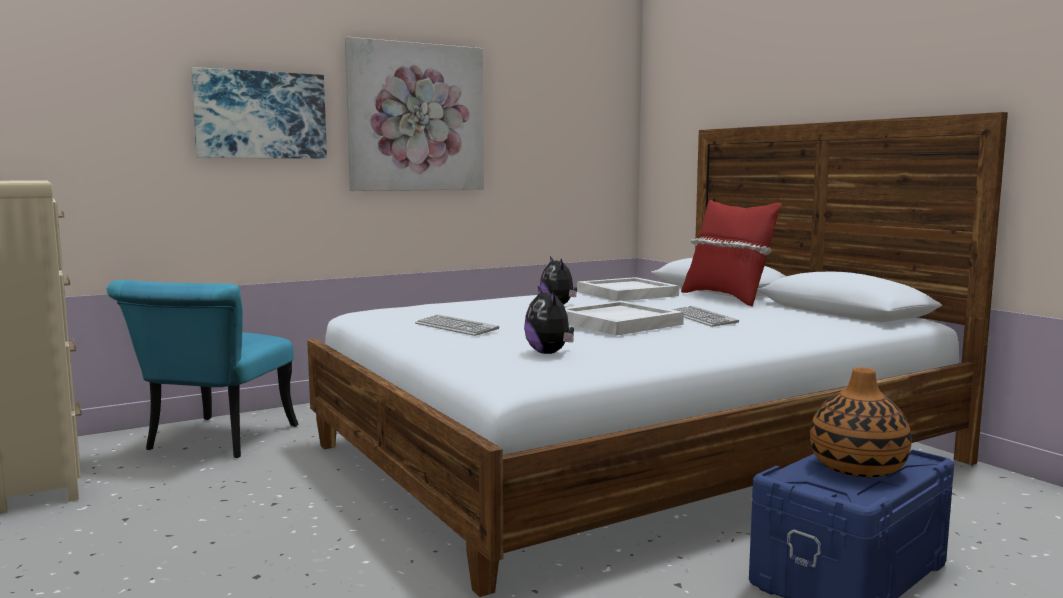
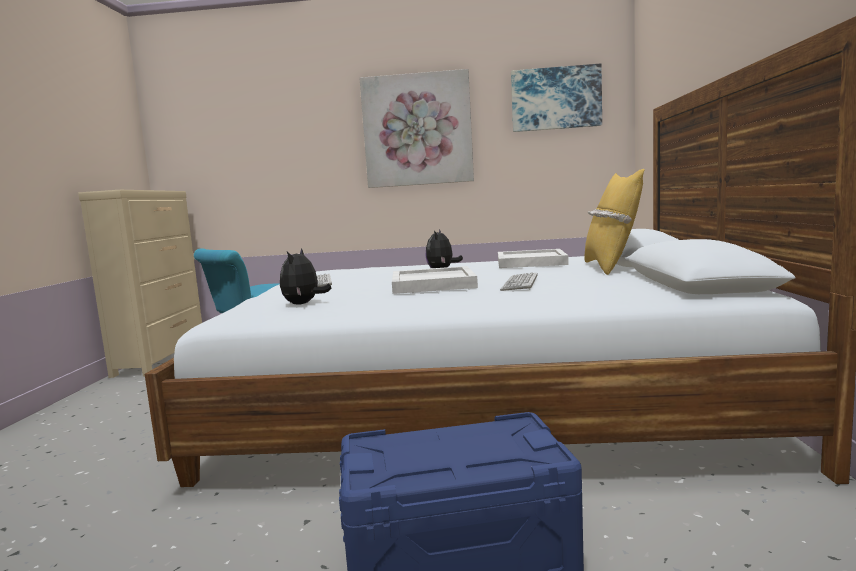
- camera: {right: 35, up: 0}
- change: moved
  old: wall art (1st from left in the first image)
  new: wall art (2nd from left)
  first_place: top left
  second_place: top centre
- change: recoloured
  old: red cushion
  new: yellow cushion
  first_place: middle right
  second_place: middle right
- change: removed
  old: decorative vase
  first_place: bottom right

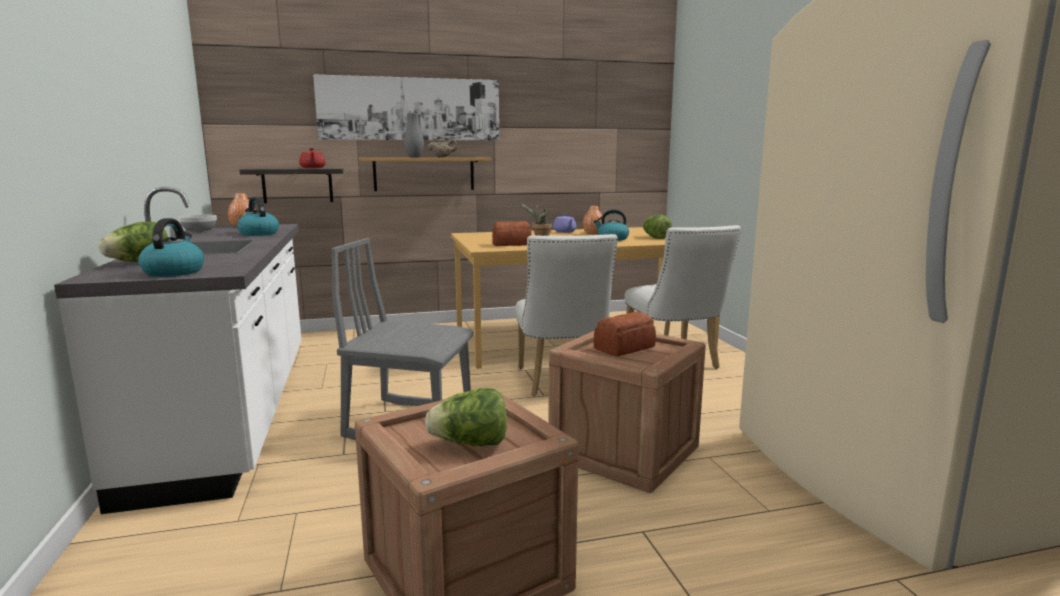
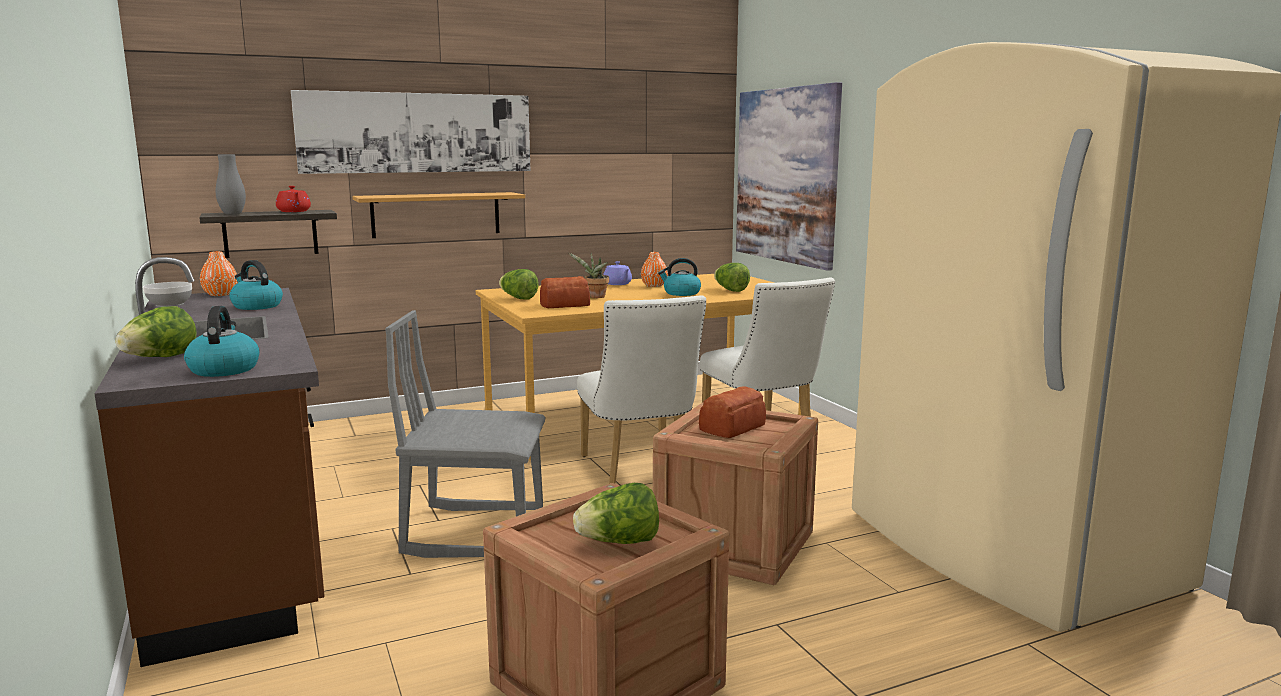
- camera: {right: -10, up: 0}
- change: recoloured
  old: whitish kitchen counter
  new: brown kitchen counter
  first_place: middle left
  second_place: middle left
- change: moved
  old: gray decorative vase
  first_place: top centre
  second_place: top left
- change: added
  new: lettuce head (2nd from left)
  second_place: centre
- change: added
  new: wall art (2nd from left)
  second_place: top centre
- change: removed
  old: beige-coloured teapot
  first_place: top centre

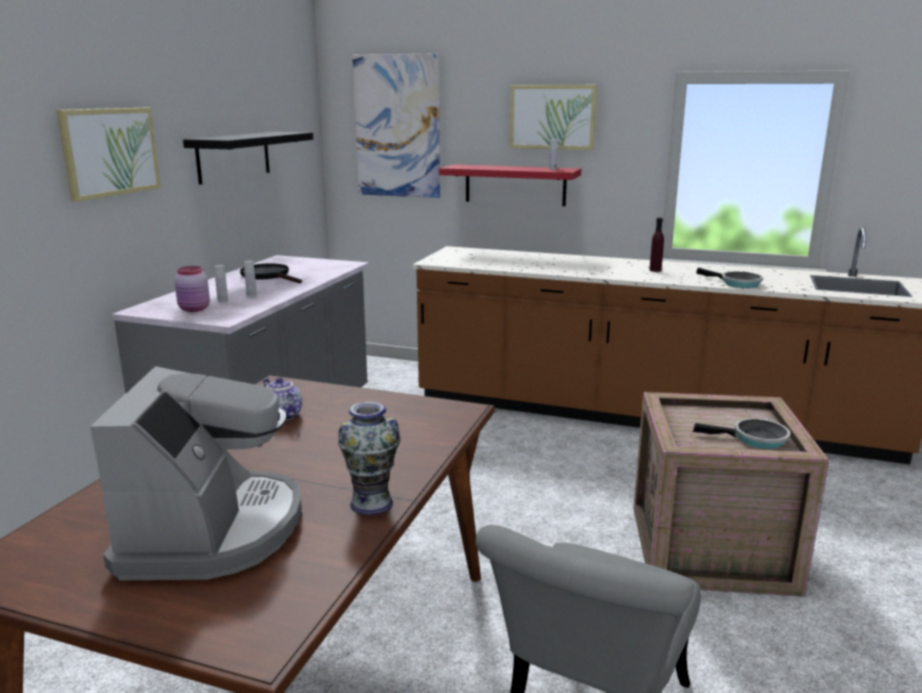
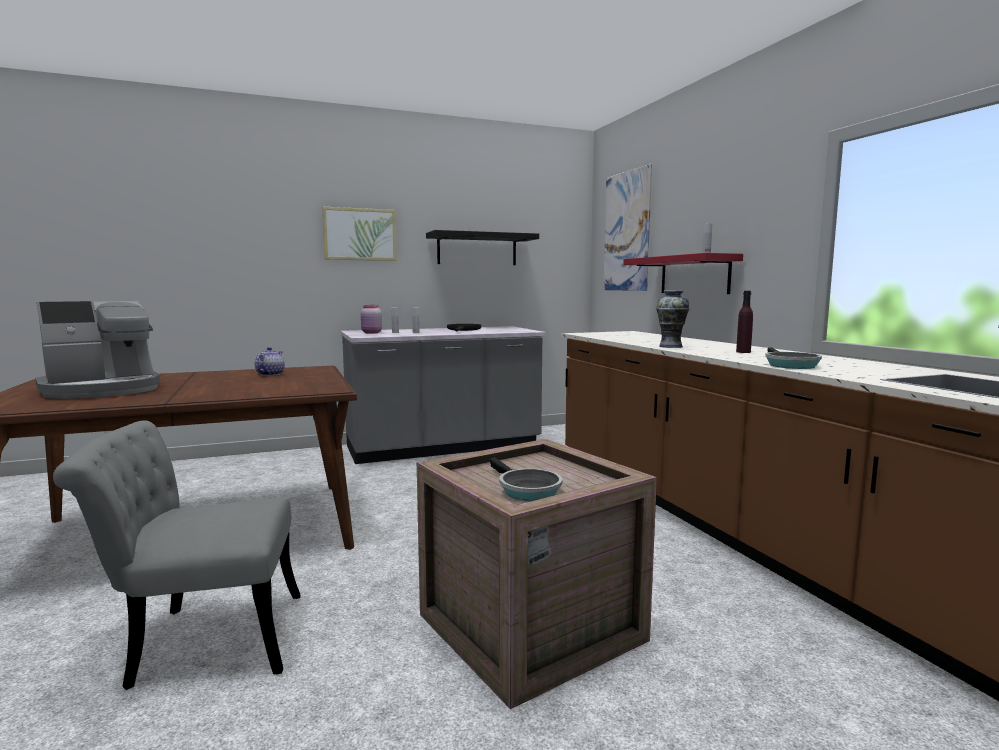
- camera: {right: 50, up: -10}
- change: moved
  old: decorative vase
  first_place: centre
  second_place: middle right
- change: removed
  old: wall art (3rd from left)
  first_place: top centre

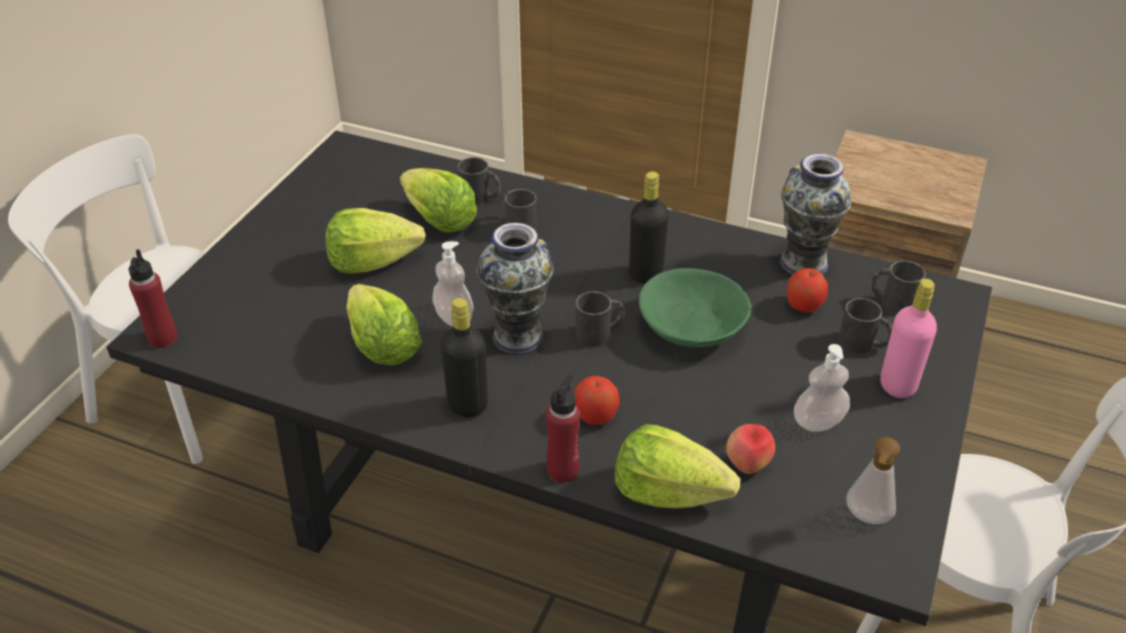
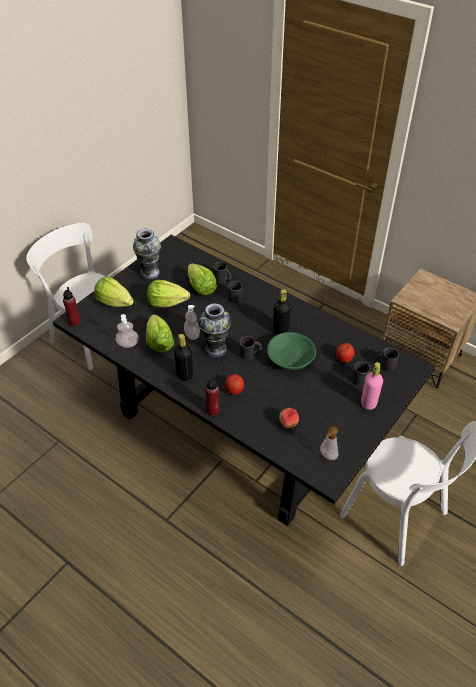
- camera: {right: 15, up: 5}
- change: moved
  old: lettuce head (4th from left in the first image)
  new: lettuce head (1st from left)
  first_place: bottom centre
  second_place: middle left
- change: moved
  old: liquid soap bottle (2nd from left in the first image)
  new: liquid soap bottle (1st from left)
  first_place: middle right
  second_place: middle left
- change: moved
  old: decorative vase (2nd from left in the first image)
  new: decorative vase (1st from left)
  first_place: middle right
  second_place: middle left

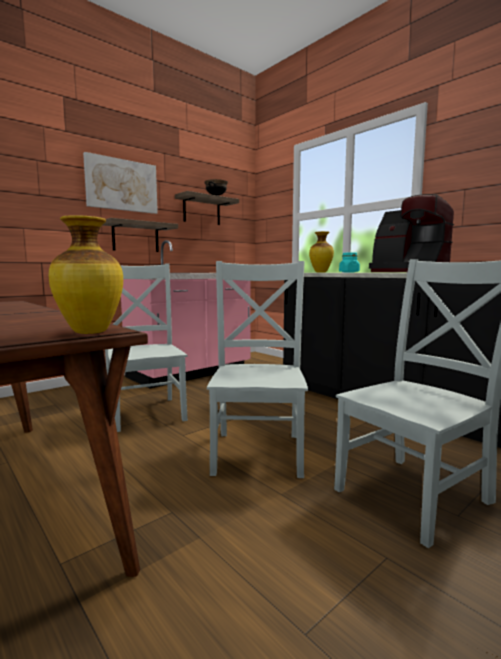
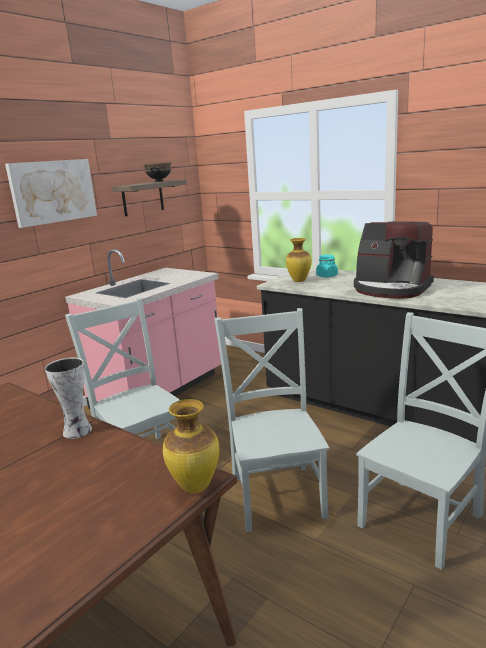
- camera: {right: -10, up: 10}
- change: added
  new: decorative vase (1st from left)
  second_place: middle left
- change: removed
  old: bracket shelf (1st from left)
  first_place: middle left

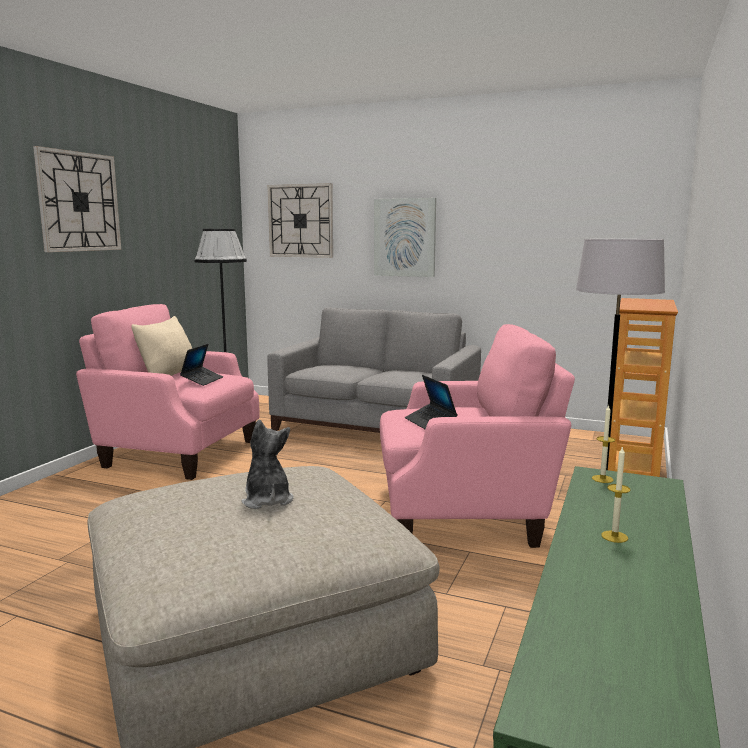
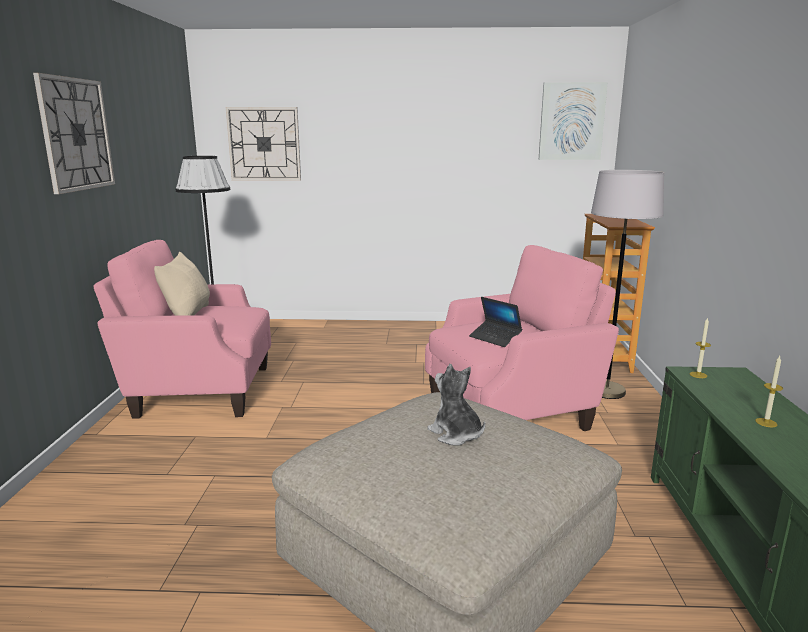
- camera: {right: -20, up: 5}
- change: moved
  old: wall art
  first_place: top centre
  second_place: top right
- change: removed
  old: laptop (1st from left)
  first_place: middle left
- change: removed
  old: gray couch
  first_place: centre

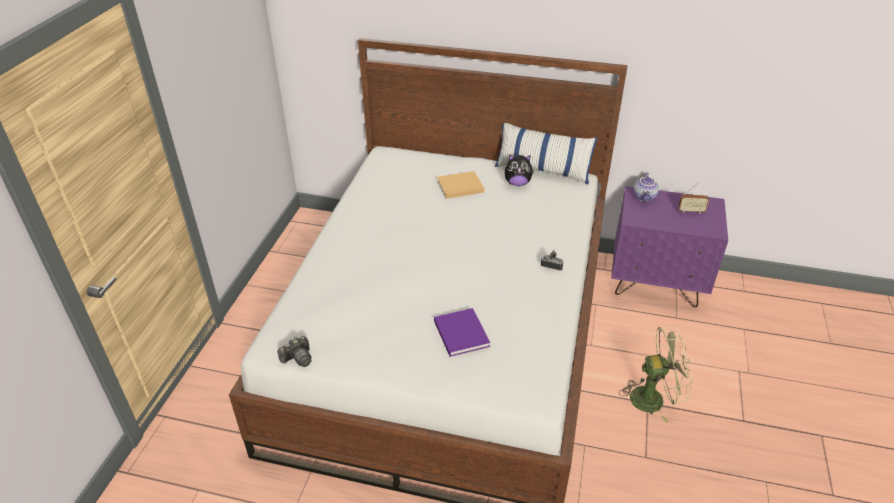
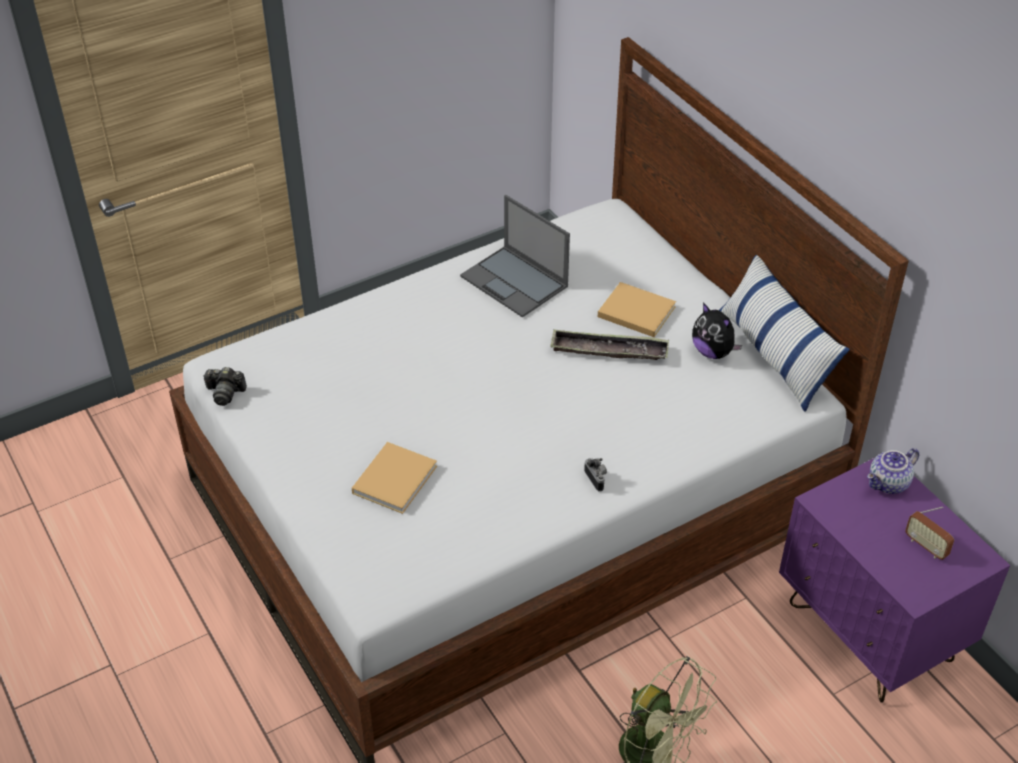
- camera: {right: 45, up: 5}
- change: recoloured
  old: purplish volume
  new: beige-coloured volume (1st from left)
  first_place: centre
  second_place: centre
- change: added
  new: laptop
  second_place: centre
- change: added
  new: tray
  second_place: centre

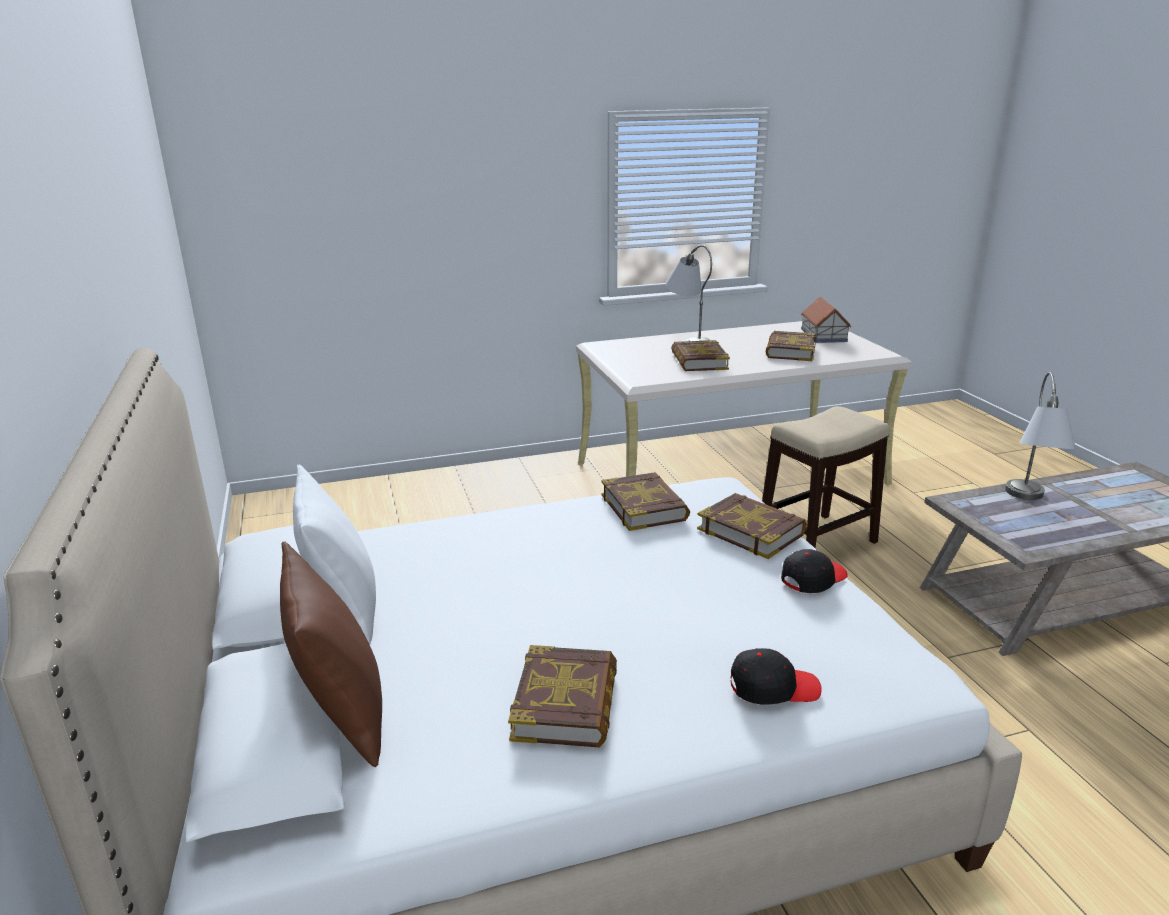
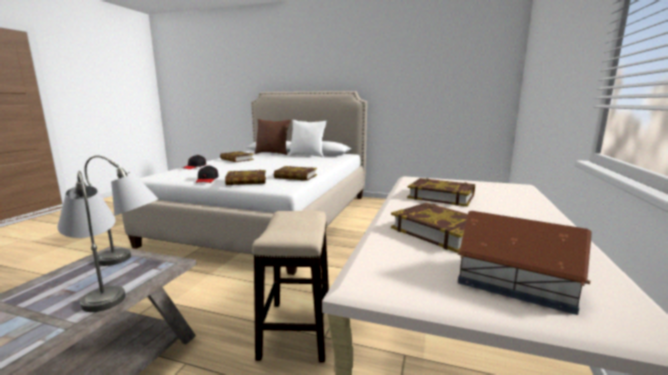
- camera: {right: 125, up: -10}
- change: moved
  old: gray tabletop lamp (1st from left in the first image)
  new: gray tabletop lamp (2nd from left)
  first_place: top centre
  second_place: middle left

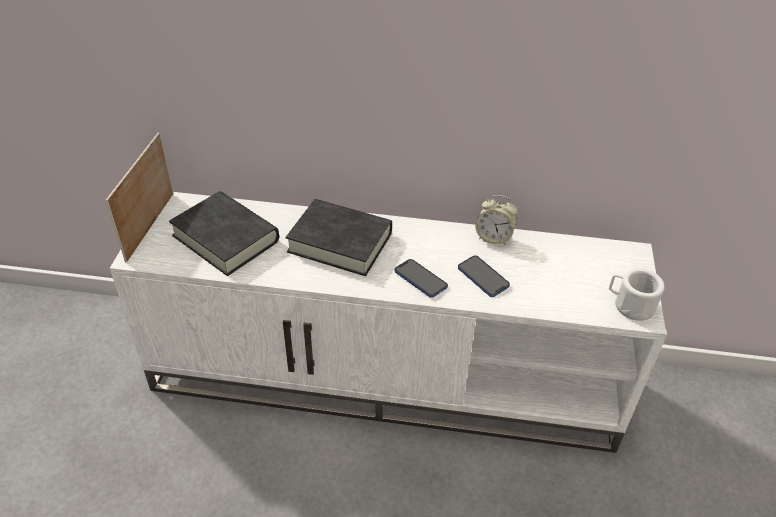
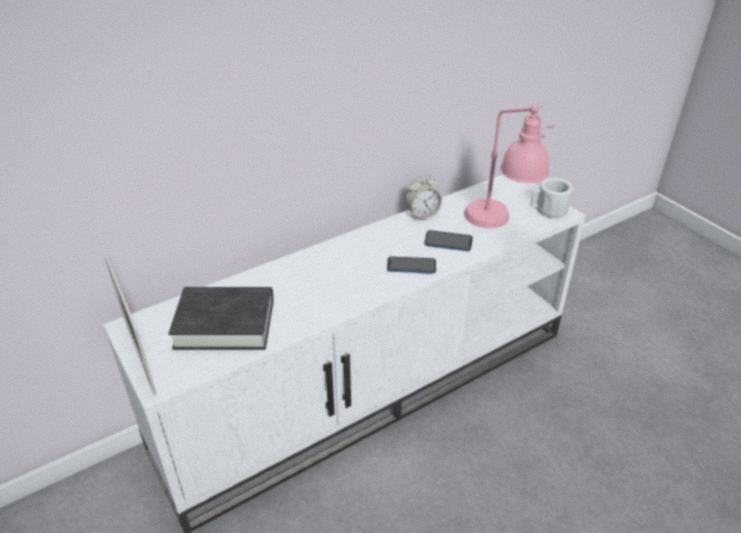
- camera: {right: -40, up: -5}
- change: added
  new: pinkish tabletop lamp
  second_place: top right
- change: removed
  old: blackish volume (2nd from left)
  first_place: centre

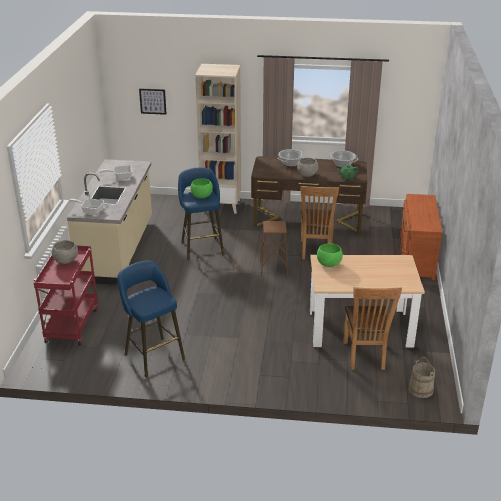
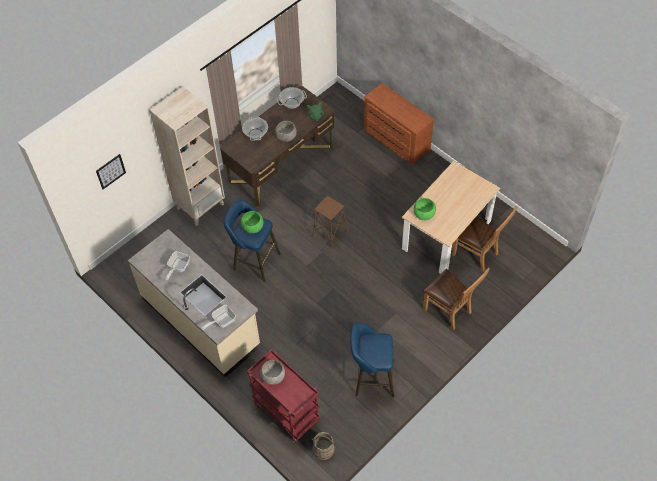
- camera: {right: -50, up: 25}
- change: moved
  old: beige-coloured pail
  first_place: bottom right
  second_place: bottom centre
- change: moved
  old: brown plain chair (1st from left)
  first_place: centre
  second_place: middle right

